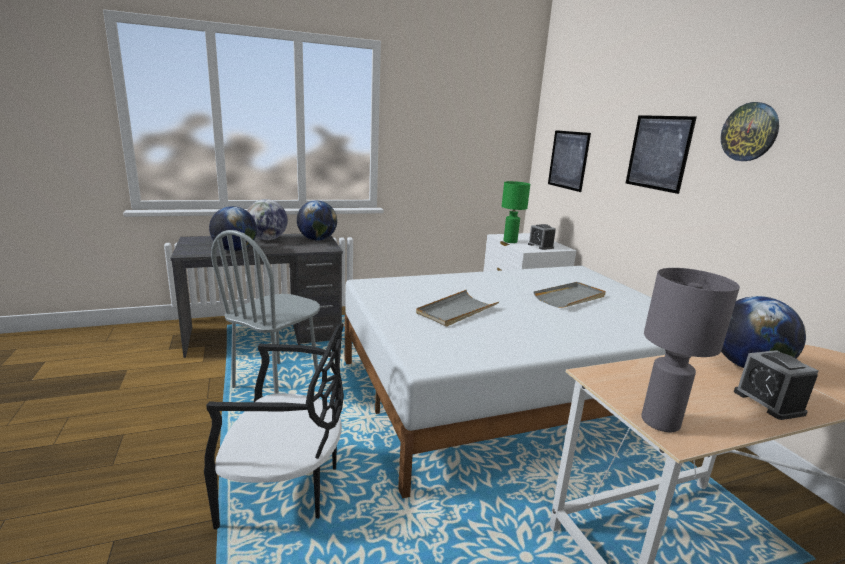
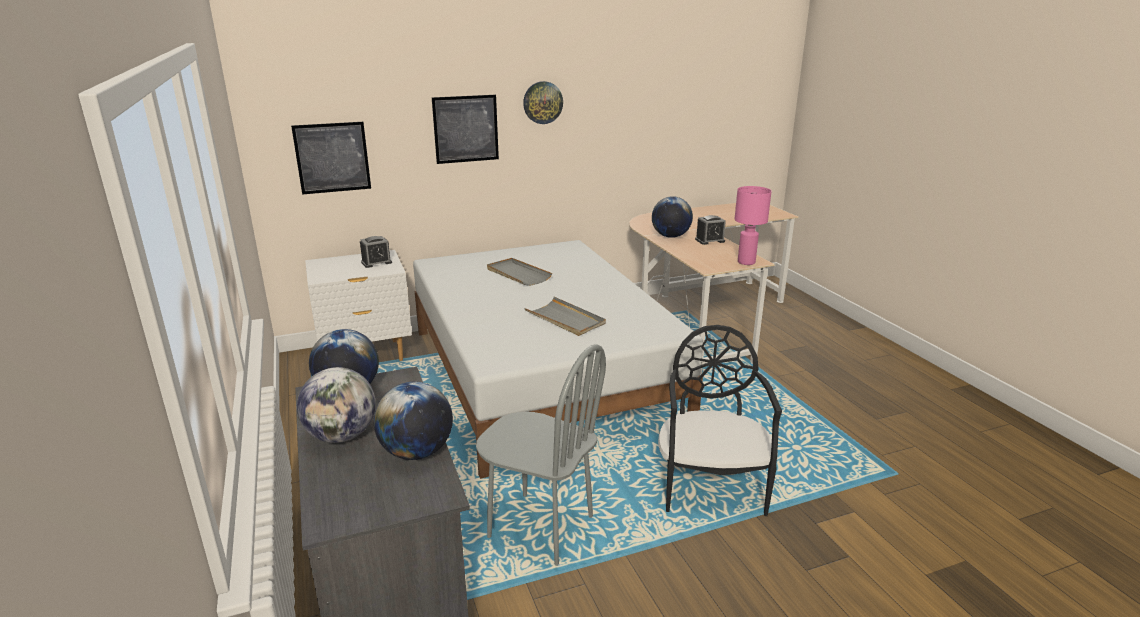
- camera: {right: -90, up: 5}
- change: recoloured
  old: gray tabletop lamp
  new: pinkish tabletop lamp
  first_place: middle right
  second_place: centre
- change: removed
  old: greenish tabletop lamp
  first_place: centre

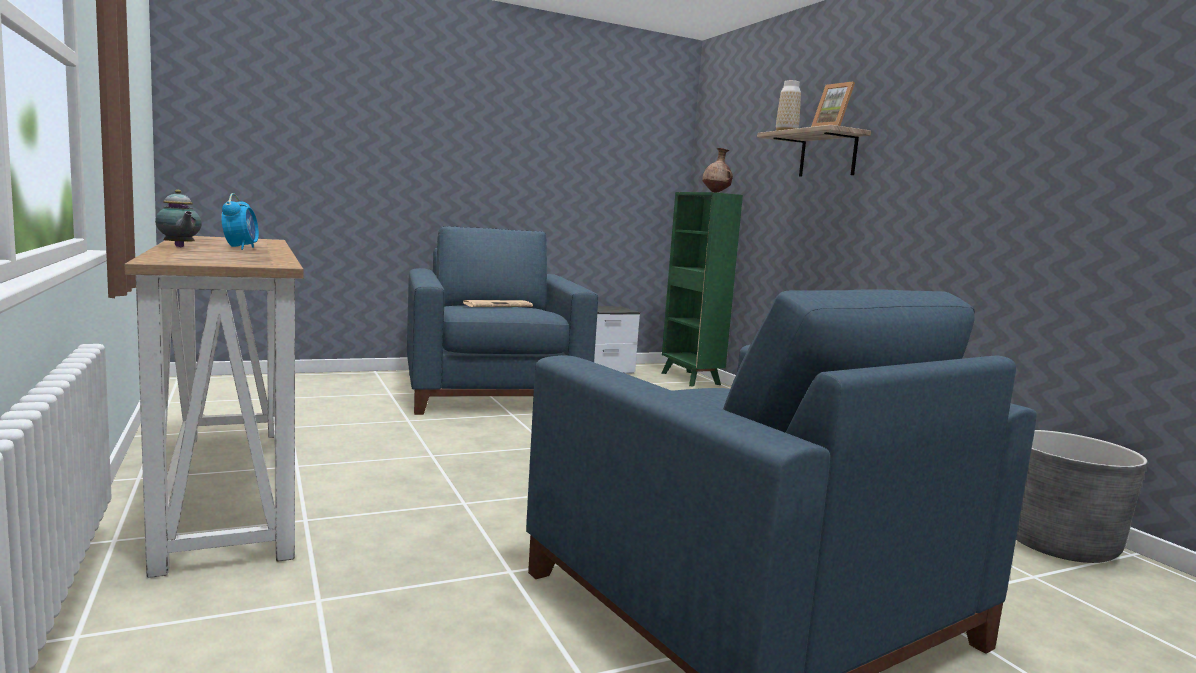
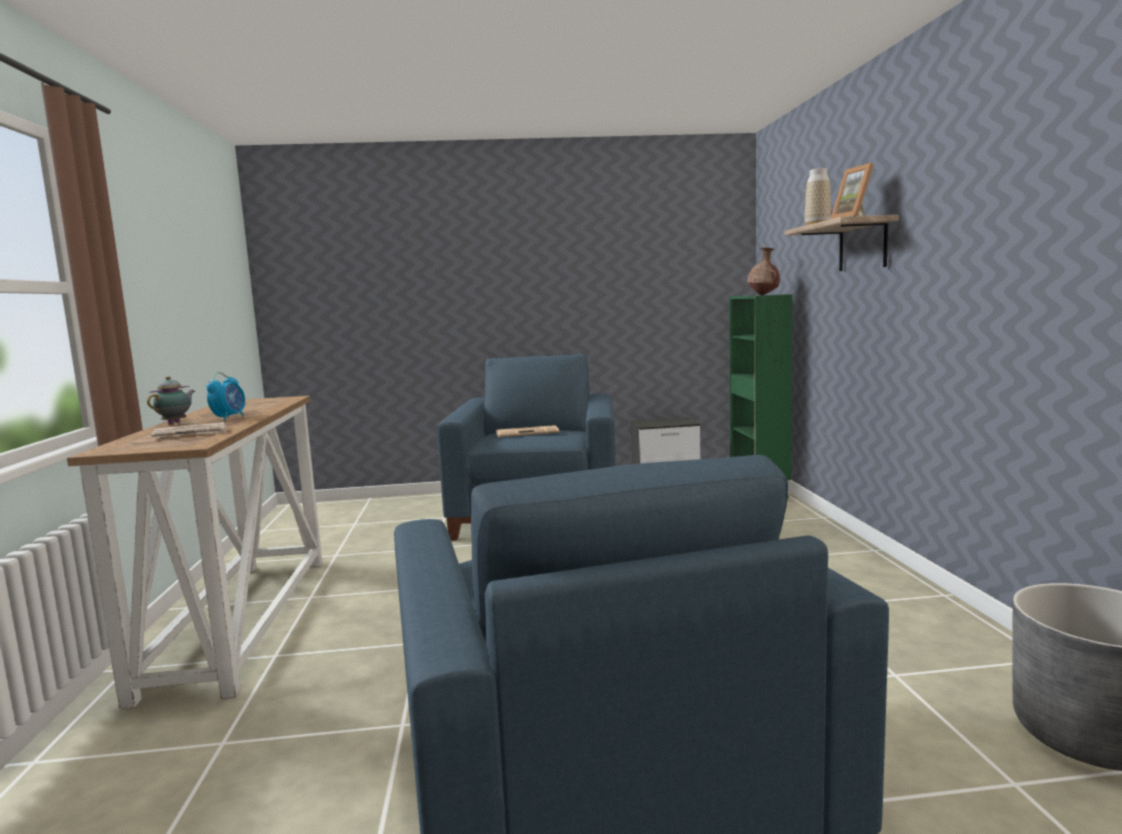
- camera: {right: 20, up: 0}
- change: turned
  old: teapot
  first_place: top left
  second_place: middle left
  degrees: -135
- change: added
  new: daily paper (1st from left)
  second_place: middle left

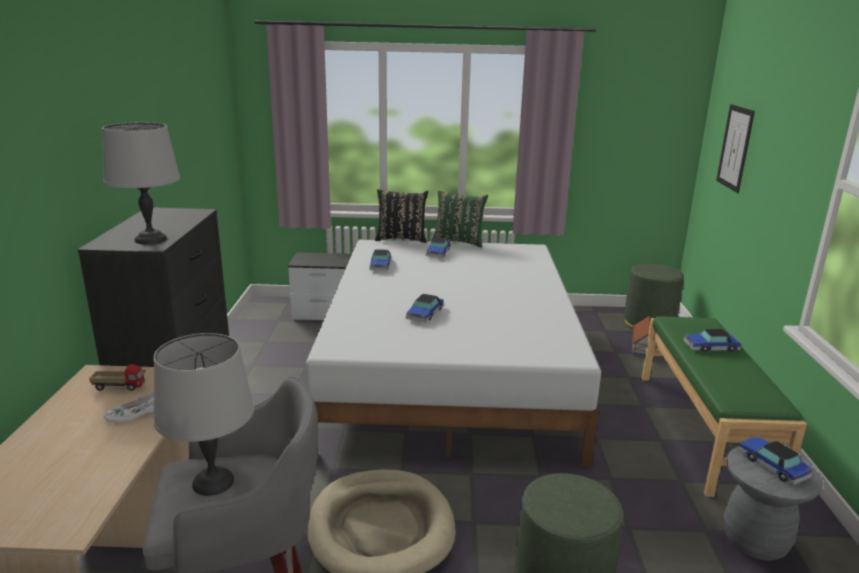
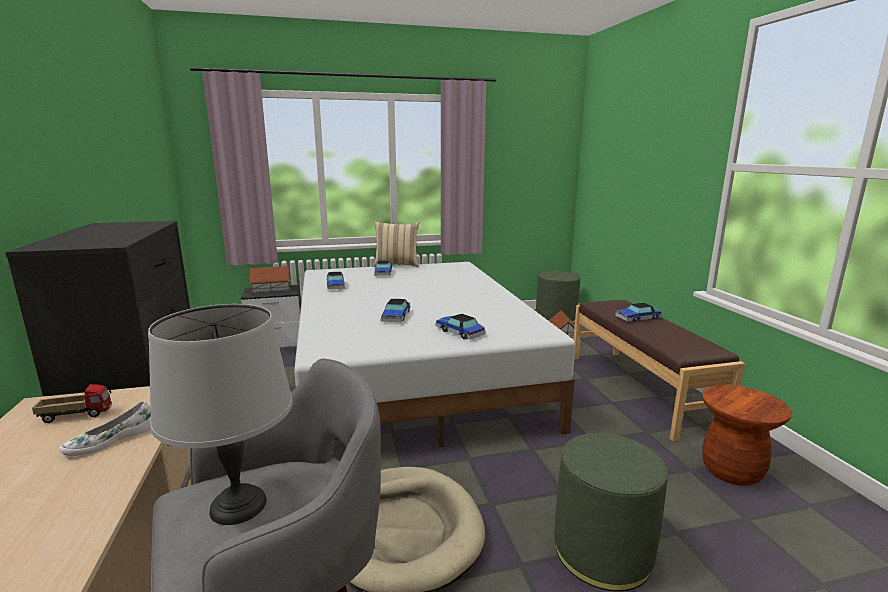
- camera: {right: -15, up: -5}
- change: added
  new: miniature house (1st from left)
  second_place: middle left
- change: recoloured
  old: greenish cushion
  new: beige-coloured cushion
  first_place: centre
  second_place: centre
- change: moved
  old: model car (5th from left in the first image)
  new: model car (4th from left)
  first_place: bottom right
  second_place: centre
- change: recoloured
  old: greenish long seat
  new: brown long seat
  first_place: bottom right
  second_place: middle right
- change: recoloured
  old: gray stool (2nd from left)
  new: brown stool
  first_place: bottom right
  second_place: bottom right
- change: removed
  old: gray tabletop lamp (1st from left)
  first_place: top left
- change: removed
  old: blackish cushion
  first_place: centre
- change: removed
  old: wall art
  first_place: top right

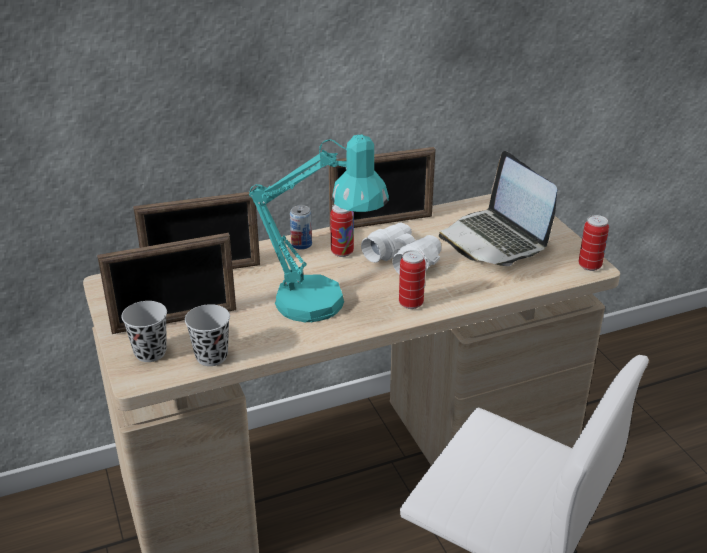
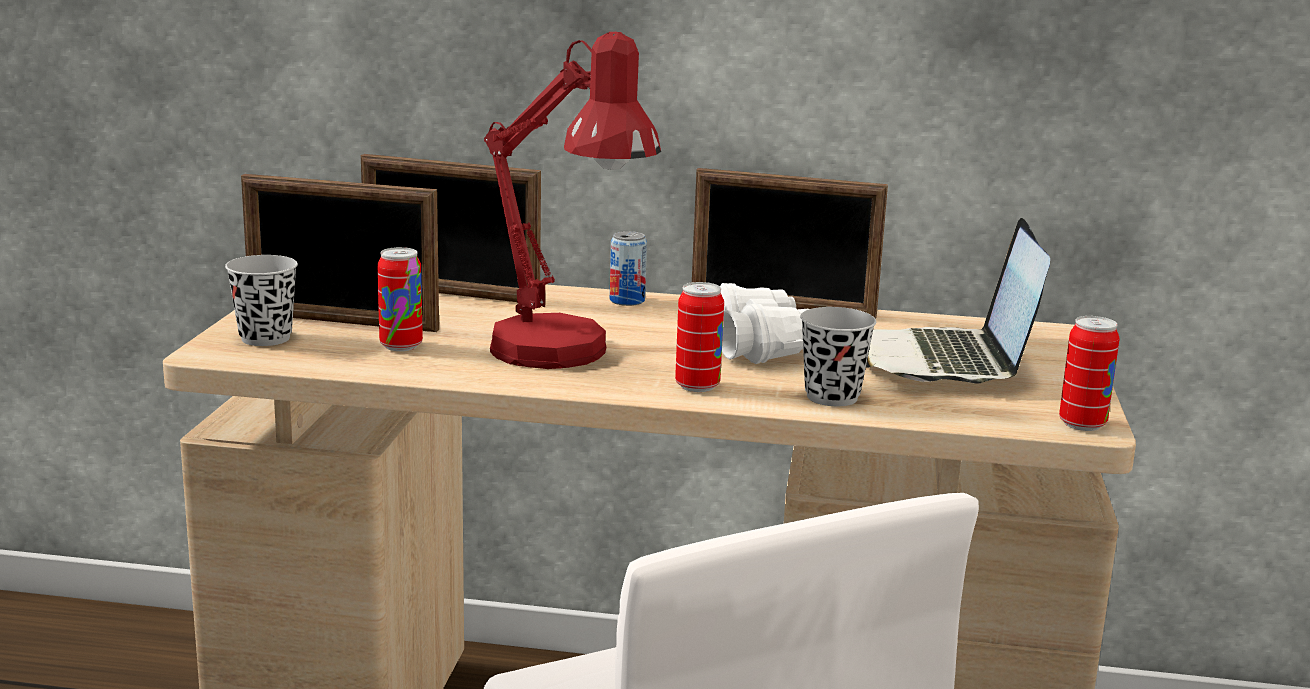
- camera: {right: 30, up: -15}
- change: moved
  old: metal can (2nd from left in the first image)
  new: metal can (1st from left)
  first_place: centre
  second_place: middle left
- change: recoloured
  old: turquoise-coloured tabletop lamp
  new: red tabletop lamp
  first_place: centre
  second_place: top centre
- change: moved
  old: blackish cup (2nd from left)
  first_place: middle left
  second_place: centre

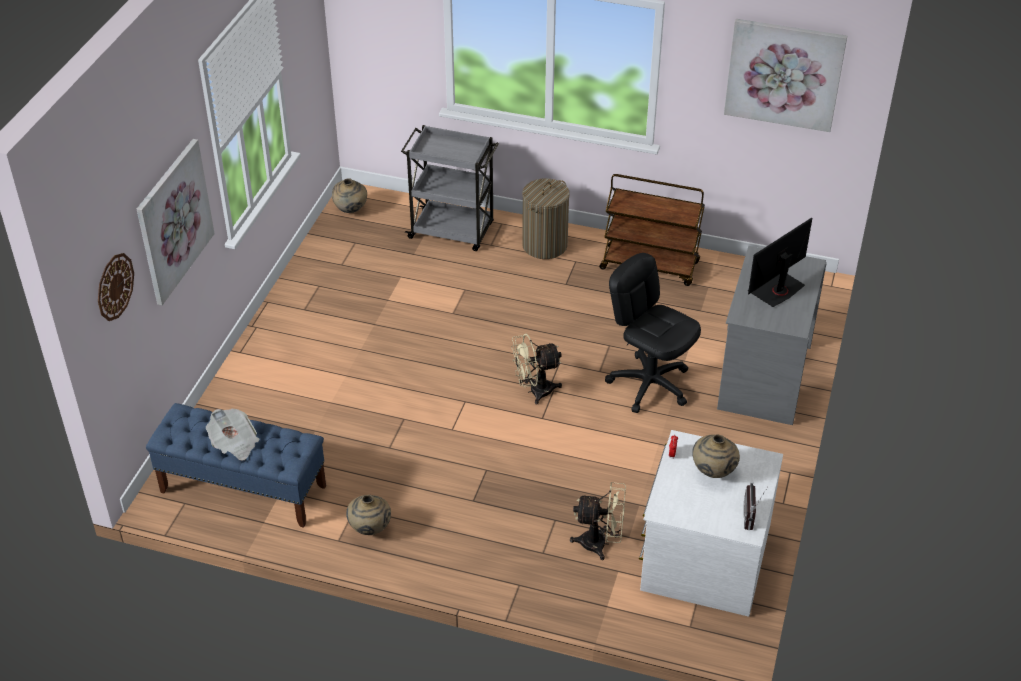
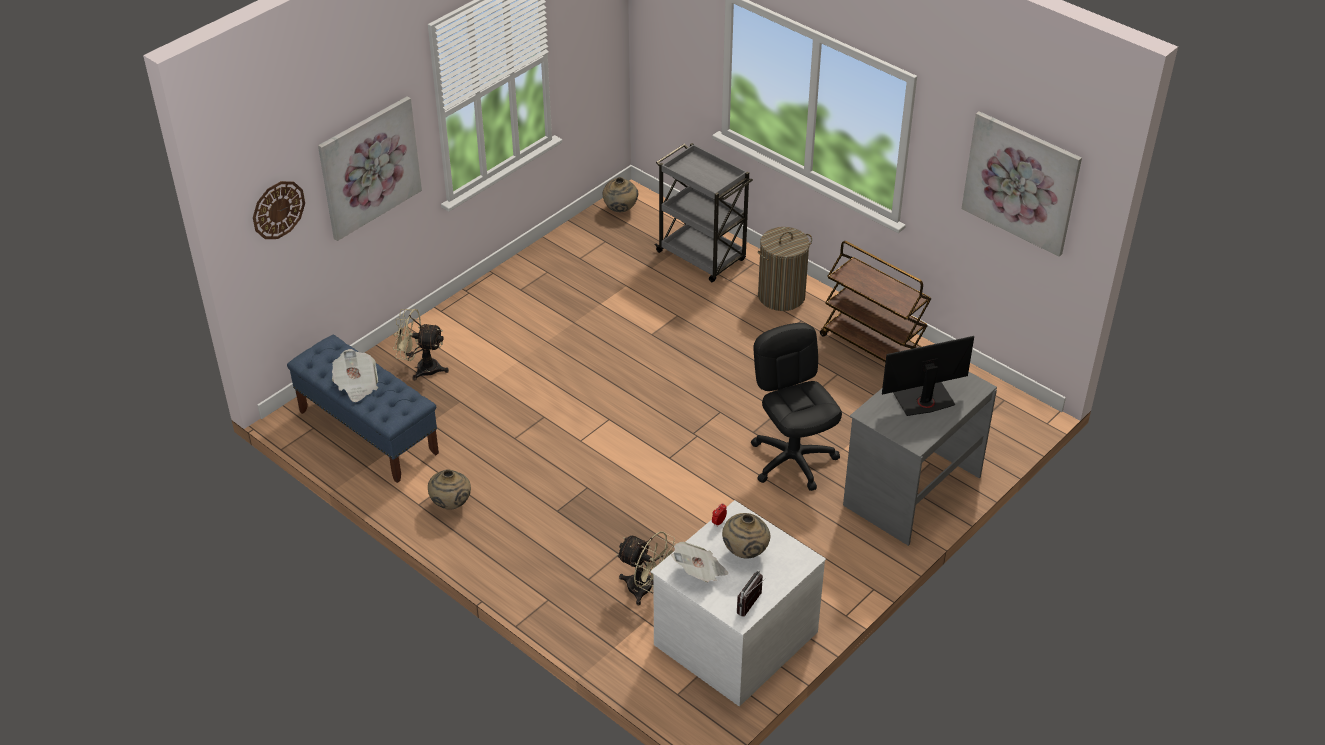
- camera: {right: 25, up: 0}
- change: moved
  old: beige-coloured electric fan (1st from left)
  first_place: centre
  second_place: middle left
- change: added
  new: daily paper (2nd from left)
  second_place: bottom centre

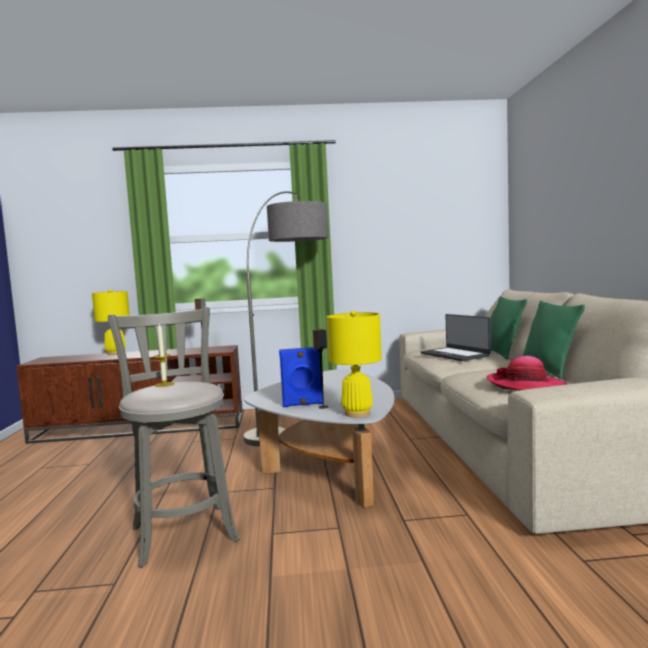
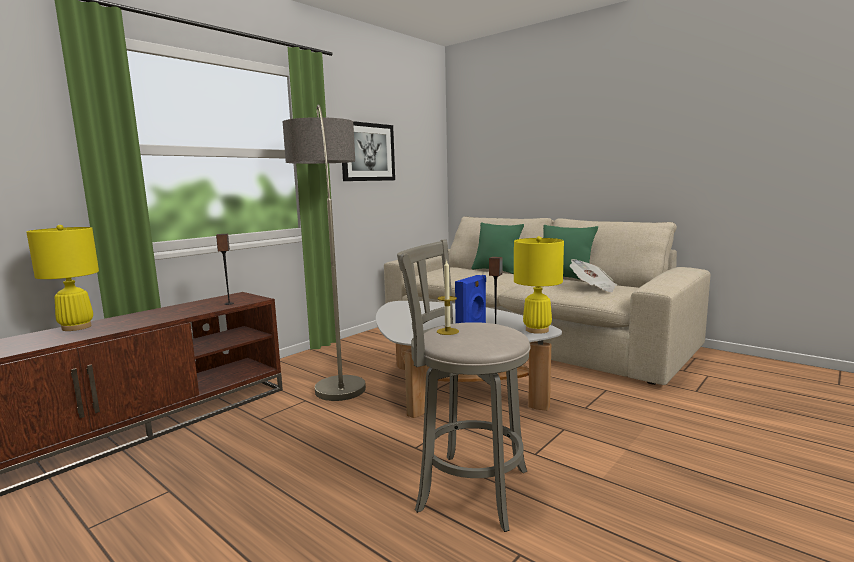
- camera: {right: -45, up: 5}
- change: added
  new: wall art
  second_place: top centre
- change: replaced
  old: wearable hat
  new: daily paper
  first_place: middle right
  second_place: middle right
- change: removed
  old: laptop
  first_place: middle right

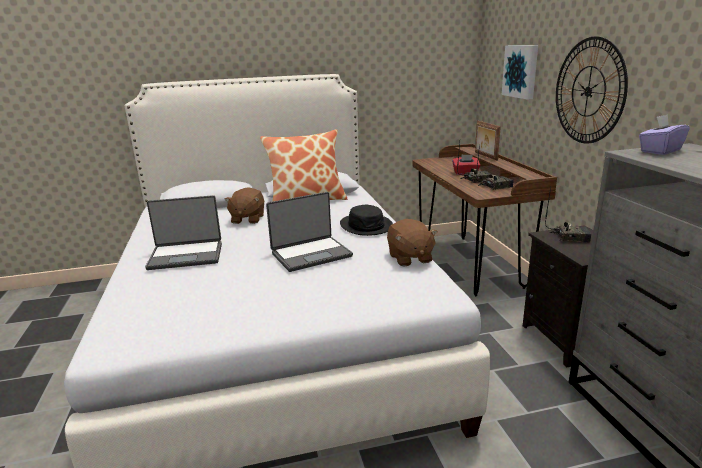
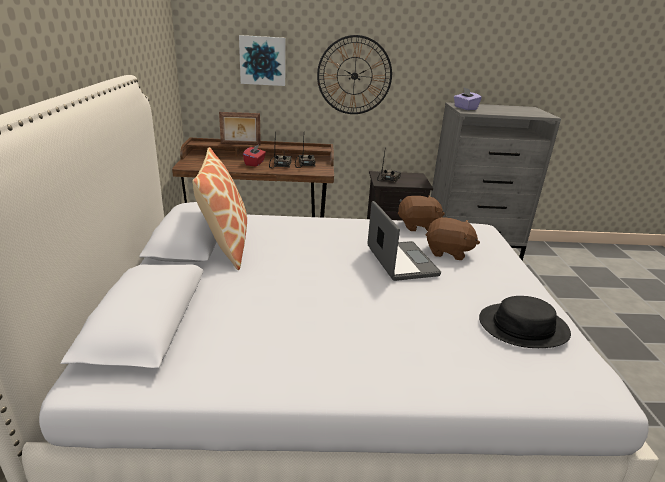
- camera: {right: -80, up: 5}
- change: moved
  old: brown cuddly toy (1st from left in the first image)
  new: brown cuddly toy (2nd from left)
  first_place: centre
  second_place: middle right
- change: moved
  old: blackish wearable hat
  first_place: centre
  second_place: bottom right
- change: removed
  old: laptop (1st from left)
  first_place: middle left

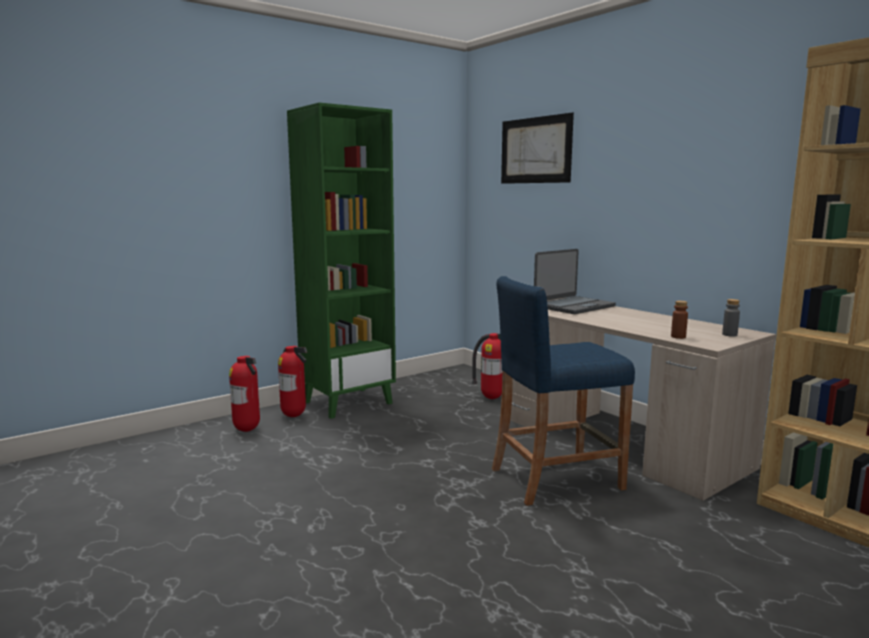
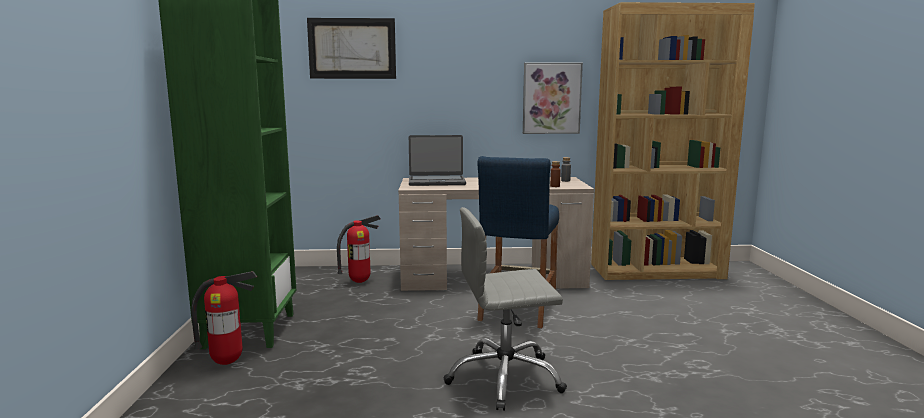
- camera: {right: -55, up: 0}
- change: turned
  old: laptop
  first_place: centre
  second_place: centre
  degrees: 90
- change: added
  new: gray desk chair
  second_place: bottom centre
- change: added
  new: wall art (2nd from left)
  second_place: top centre
- change: removed
  old: extinguisher (1st from left)
  first_place: middle left

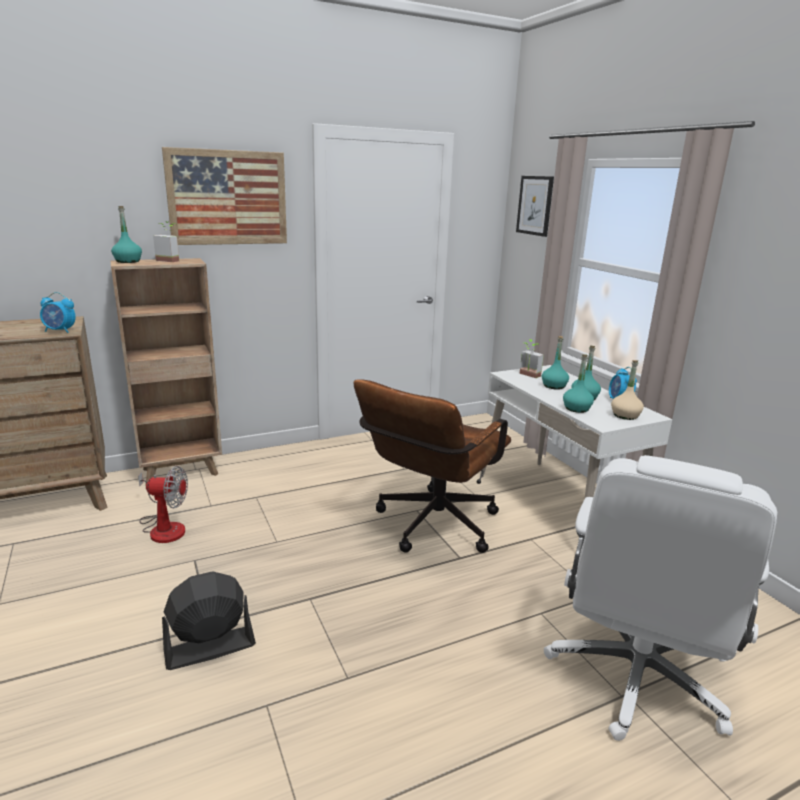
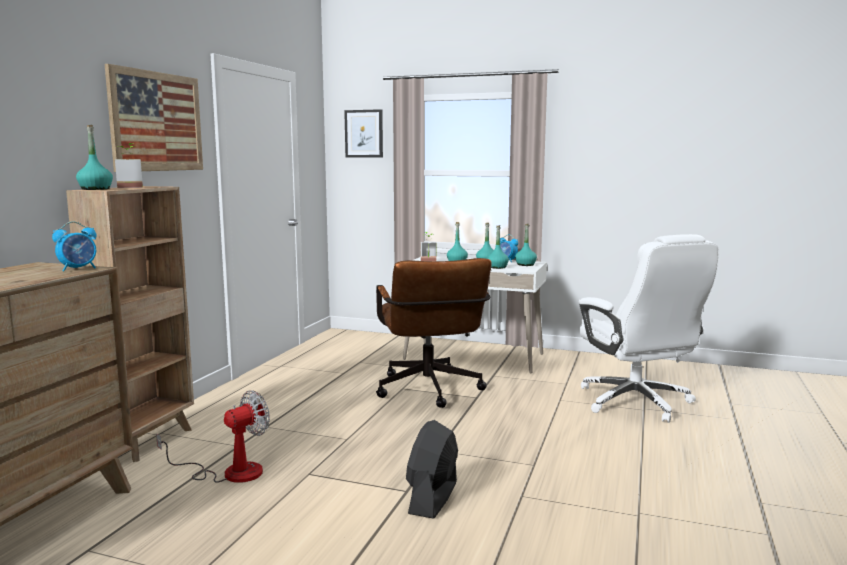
- camera: {right: -45, up: -10}
- change: recoloured
  old: beige-coloured beverage bottle
  new: turquoise-coloured beverage bottle (5th from left)
  first_place: middle right
  second_place: centre

